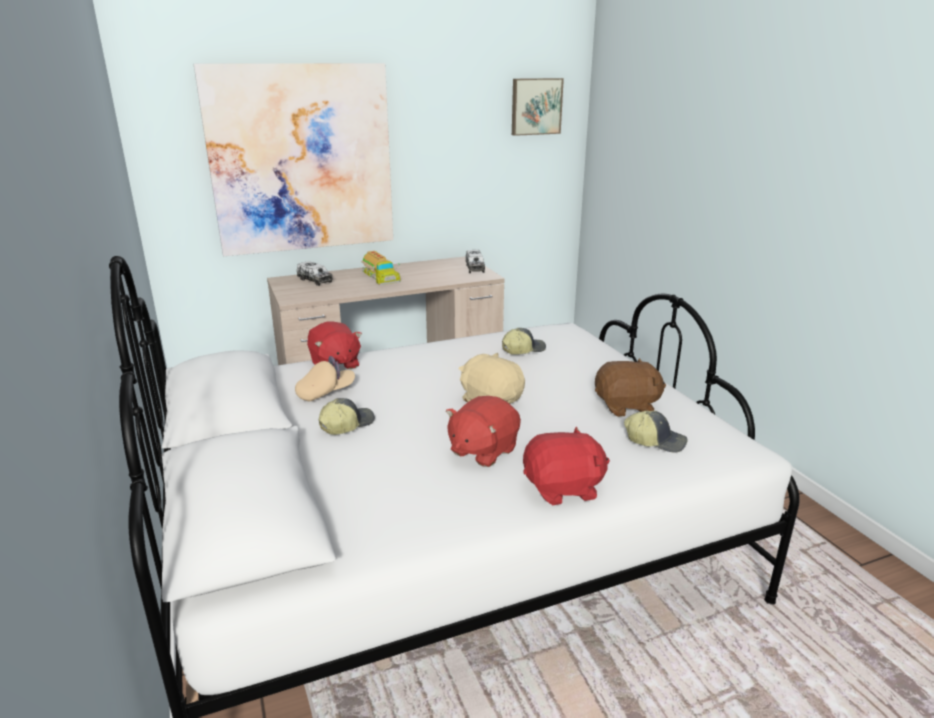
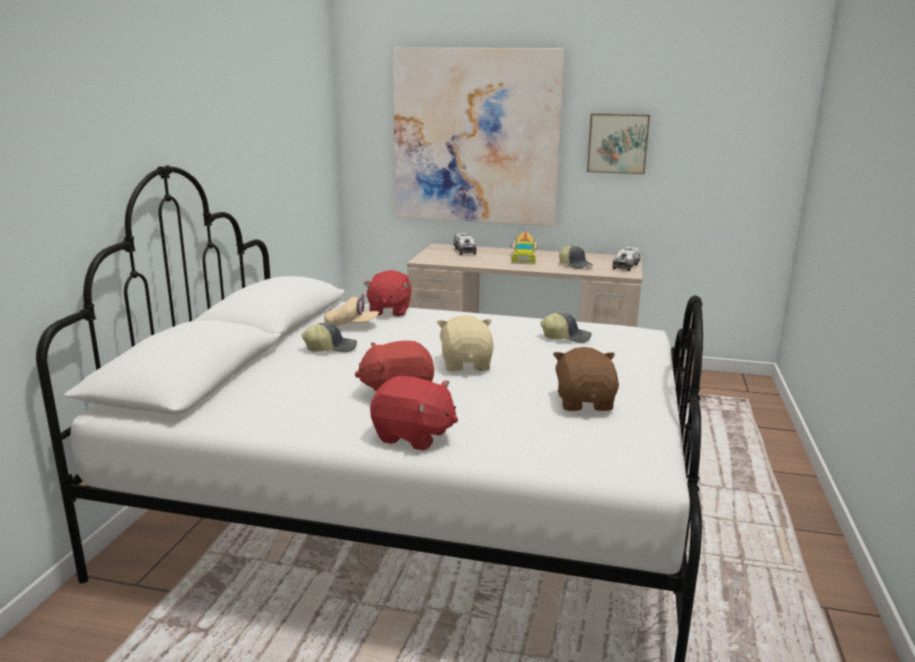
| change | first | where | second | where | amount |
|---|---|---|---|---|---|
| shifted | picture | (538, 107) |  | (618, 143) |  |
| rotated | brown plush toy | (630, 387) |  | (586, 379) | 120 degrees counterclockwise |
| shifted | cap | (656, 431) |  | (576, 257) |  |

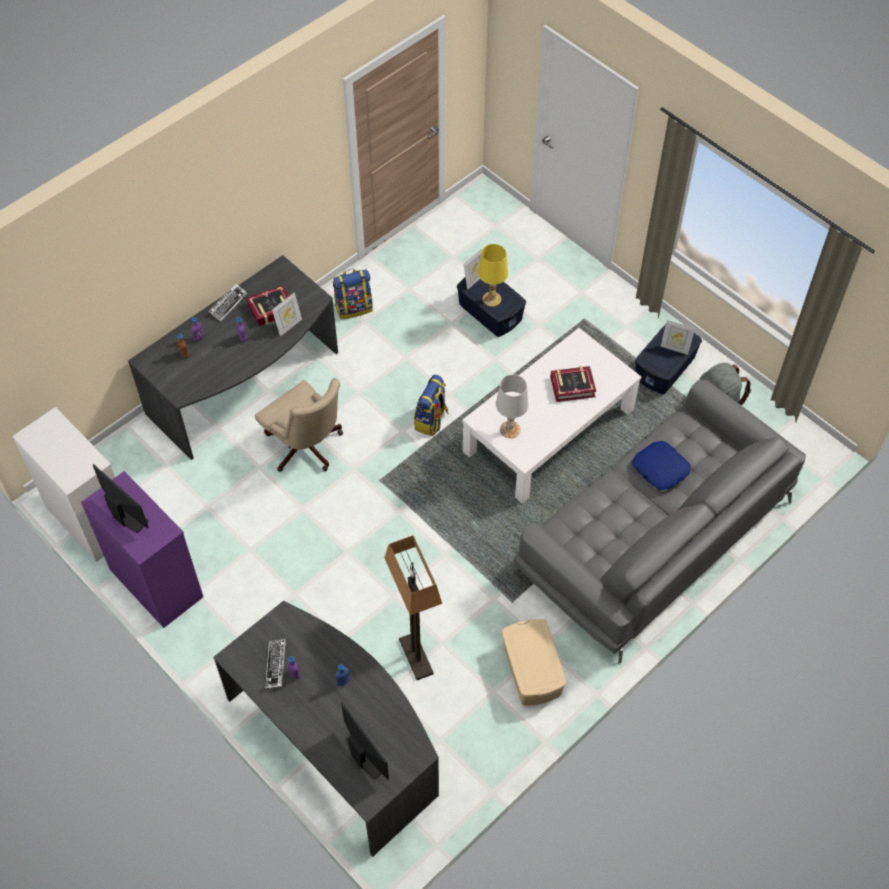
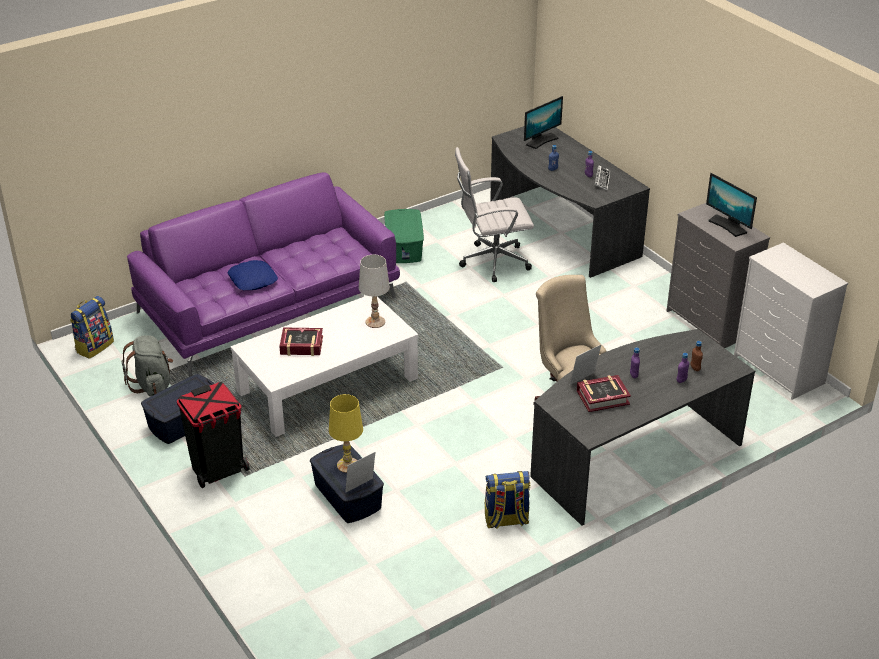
| change | first | where | second | where | amount |
|---|---|---|---|---|---|
| repainted | purple dresser | (142, 549) | grey dresser | (718, 275) |  |
| gone | keyboard | (228, 302) |  |  |  |
| rotated | monitor | (365, 740) |  | (543, 122) | 105 degrees counterclockwise |
| swapped | floor lamp | (413, 607) | white office chair | (494, 214) |  |
| shifted | backpack | (431, 405) |  | (92, 327) |  |
| repainted | beige storage box | (534, 662) | green storage box | (404, 236) |  |
| repainted | grey sofa | (660, 521) | purple sofa | (263, 274) |  |
| gone | picture frame | (677, 337) |  |  |  |
| new |  |  | black trash can | (213, 435) |  |

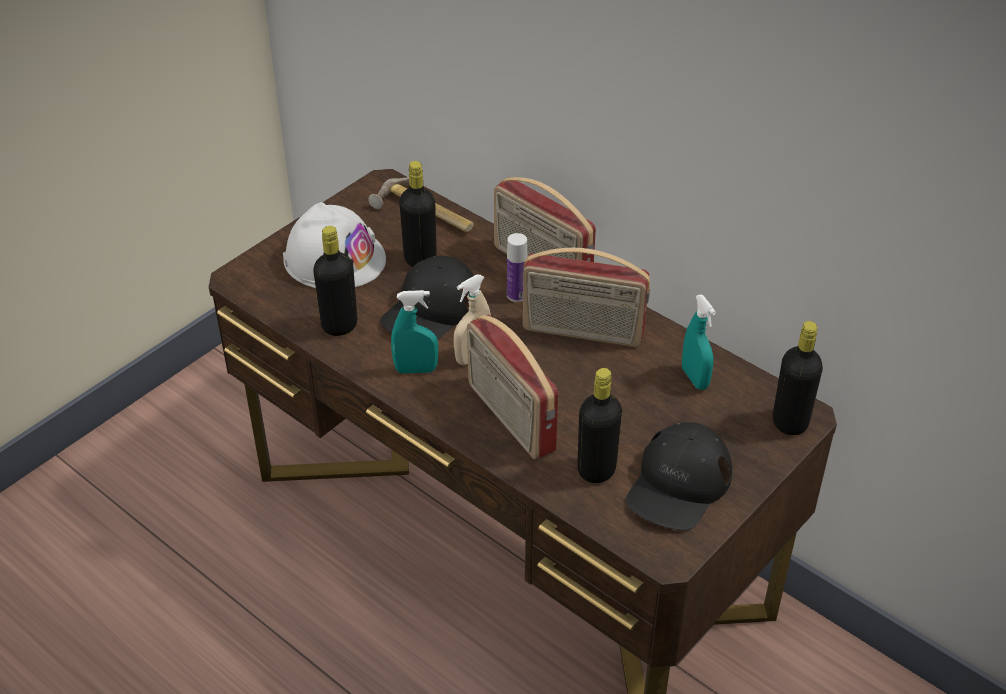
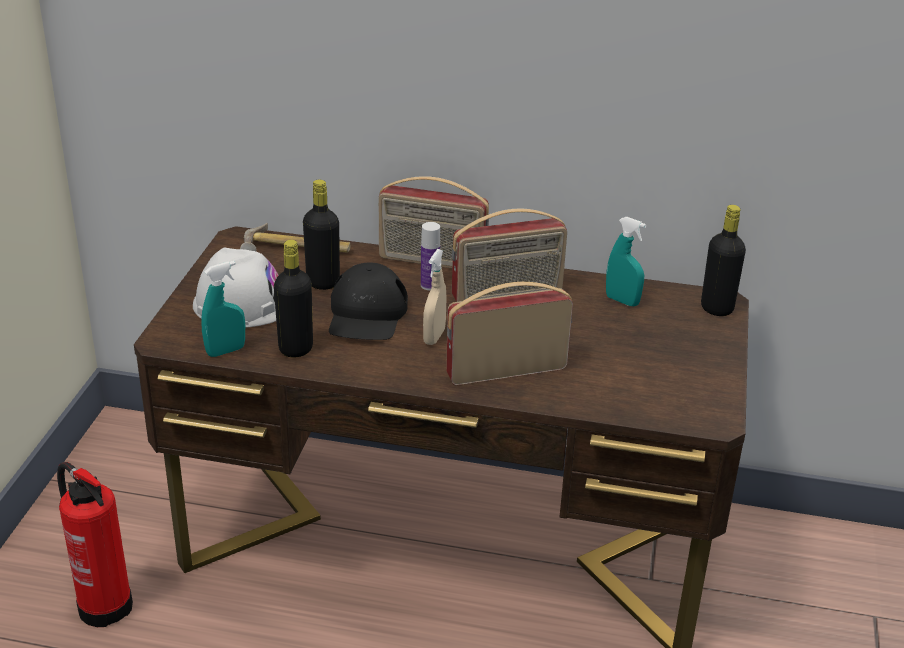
| change | first | where | second | where | amount |
|---|---|---|---|---|---|
| shifted | turquoise spray bottle | (414, 332) |  | (223, 309) |  |
| rotated | radio | (513, 386) |  | (509, 333) | 135 degrees clockwise |
| gone | black bottle | (599, 425) |  |  |  |
| gone | black cap | (678, 476) |  |  |  |
| new |  |  | fire extinguisher | (95, 544) |  |

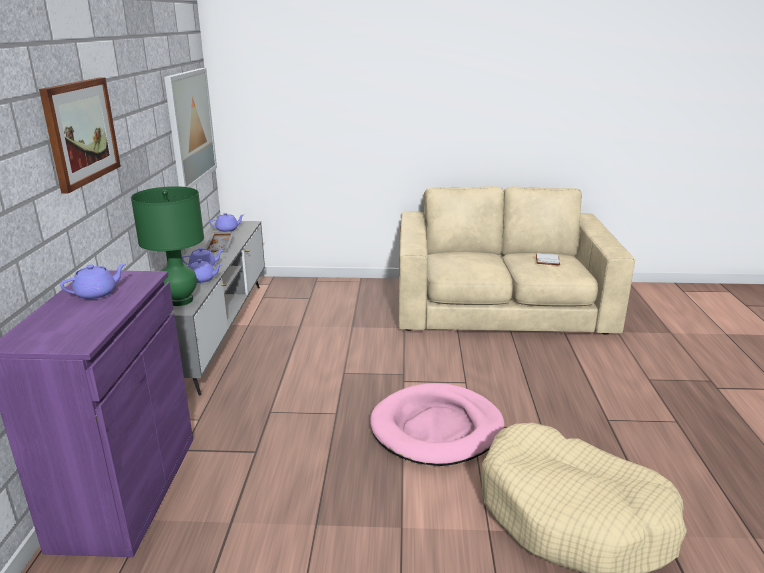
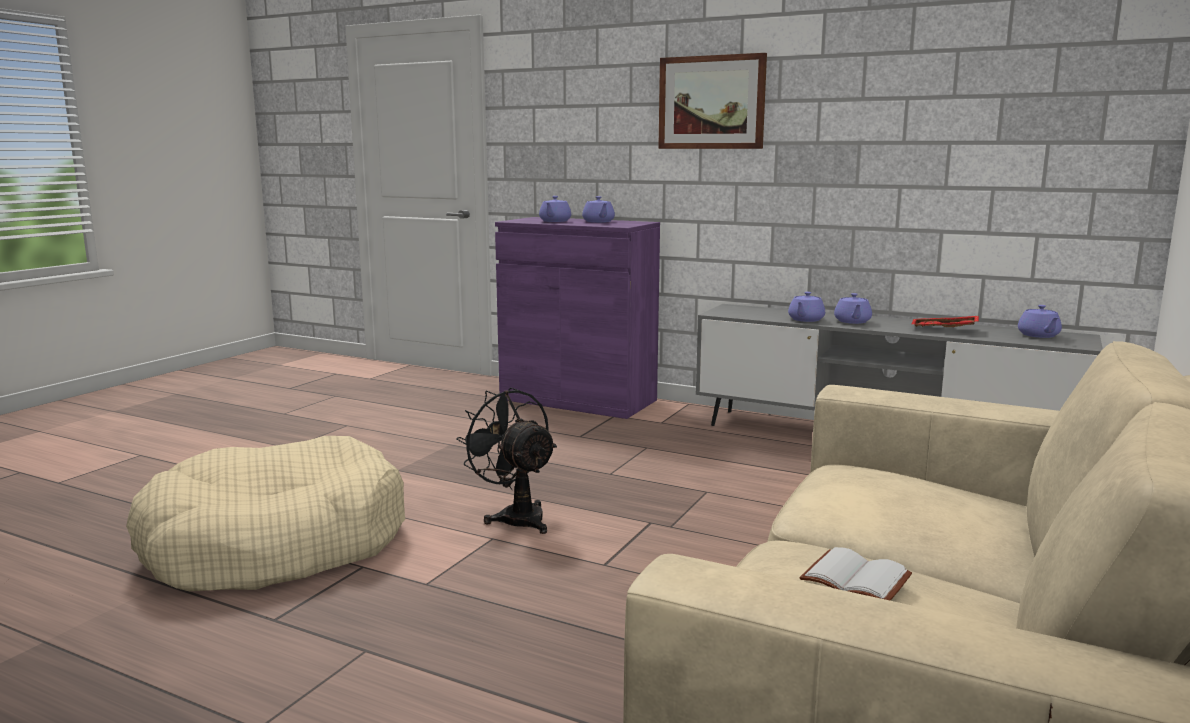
| change | first | where | second | where | amount |
|---|---|---|---|---|---|
| gone | green table lamp | (167, 246) |  |  |  |
| gone | picture | (190, 128) |  |  |  |
| repainted | grey tray | (219, 242) | red tray | (945, 321) |  |
| swapped | pink dog bed | (437, 424) | black fan | (507, 461) |  |
| new |  |  | purple teapot | (555, 209) |  |

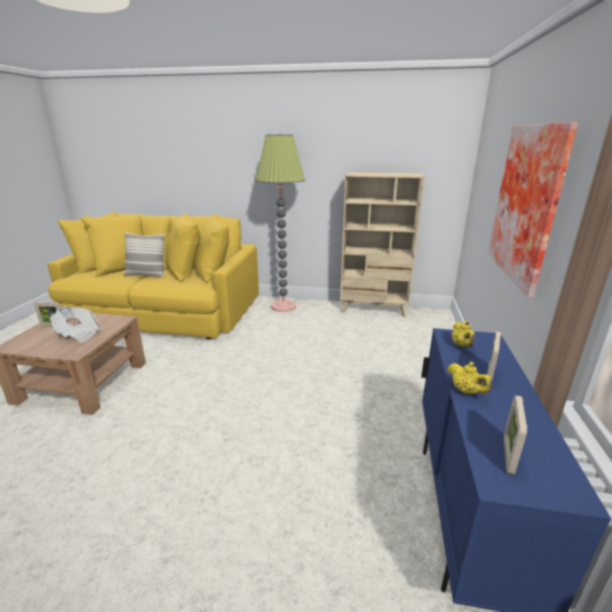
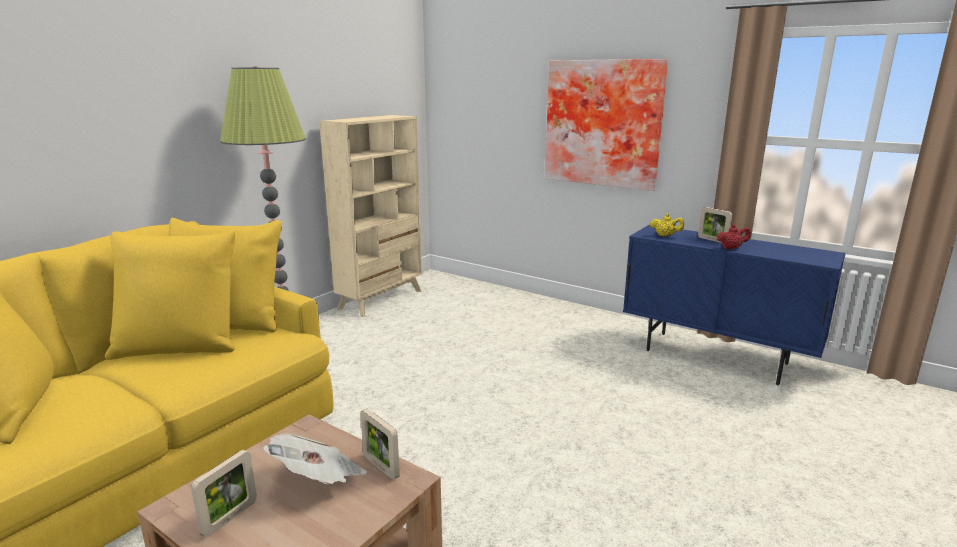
| change | first | where | second | where | amount |
|---|---|---|---|---|---|
| gone | pillow | (144, 255) |  |  |  |
| repainted | yellow teapot | (469, 378) | red teapot | (733, 236) |  |
| shifted | picture frame | (515, 435) |  | (380, 444) |  |

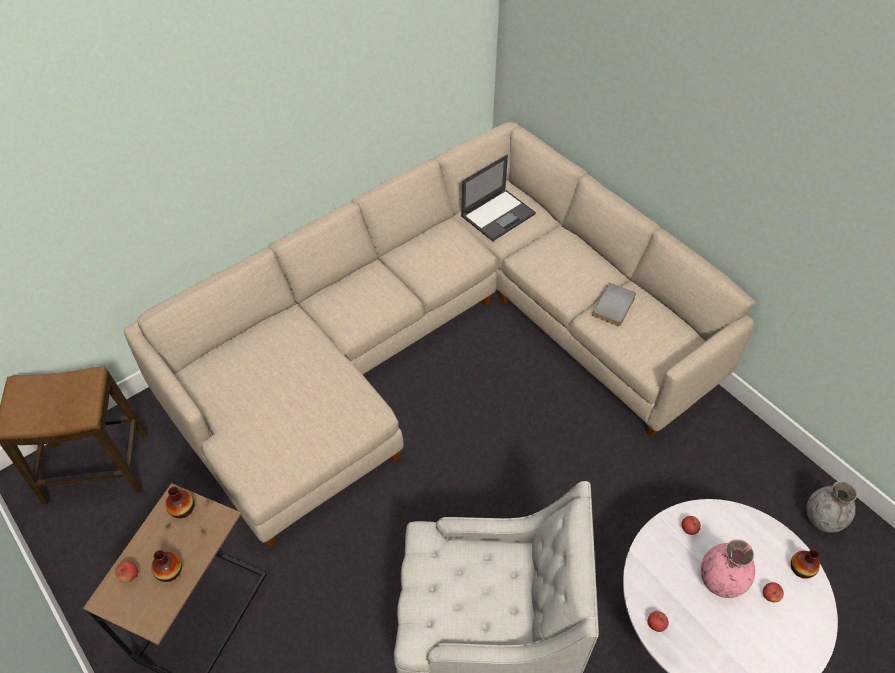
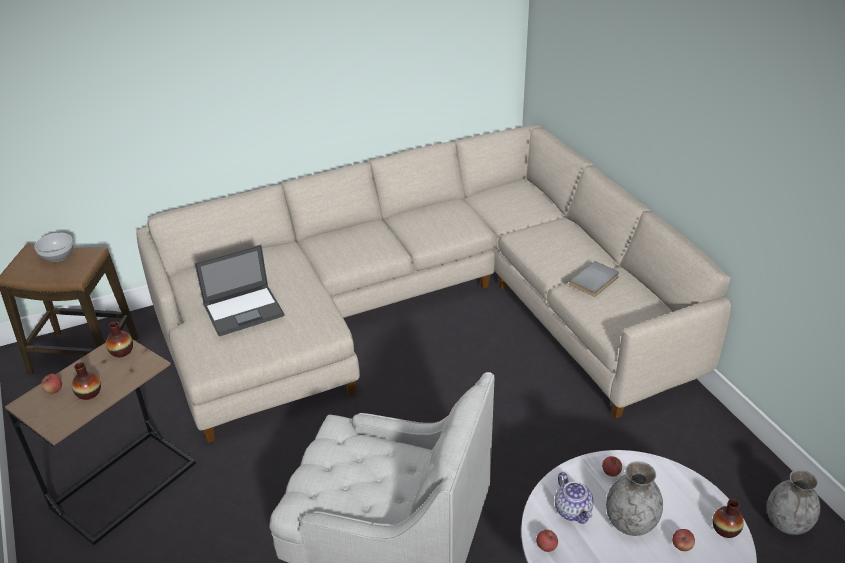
| change | first | where | second | where | amount |
|---|---|---|---|---|---|
| shifted | laptop | (498, 197) |  | (240, 290) |  |
| repainted | pink vase | (728, 568) | grey vase | (634, 498) |  |
| new |  |  | bowl | (53, 247) |  |
| new |  |  | teapot | (574, 498) |  |

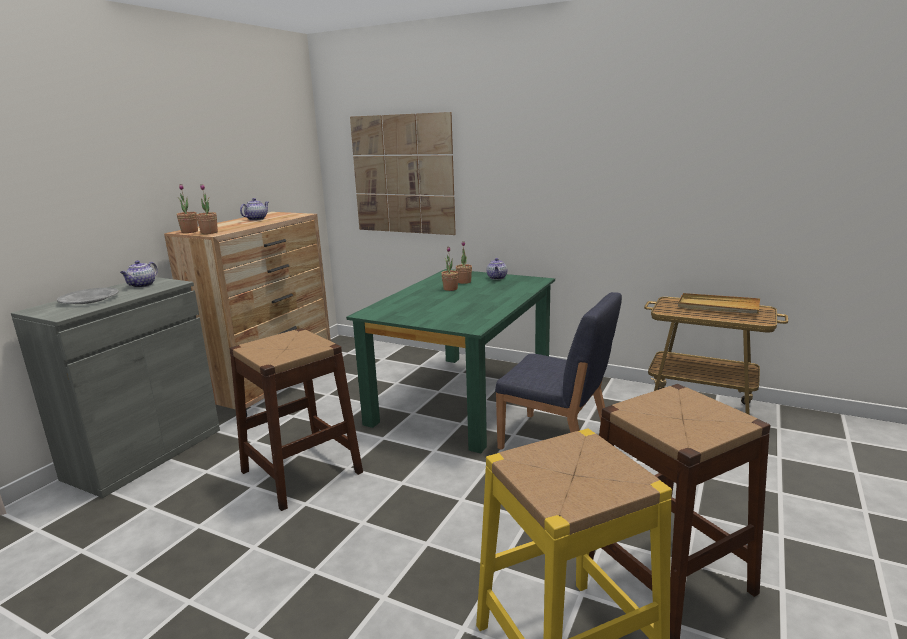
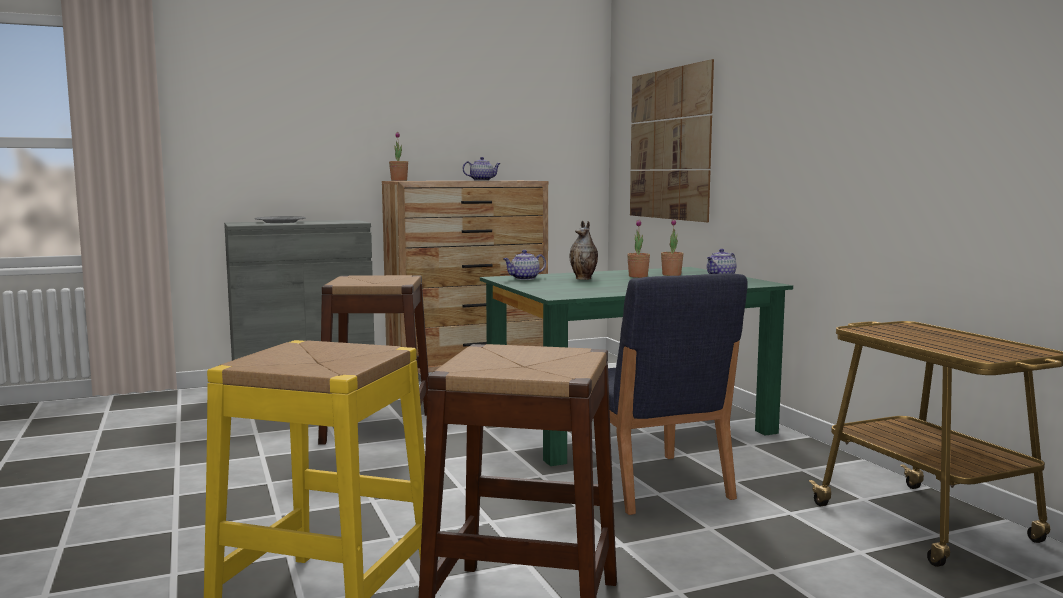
| change | first | where | second | where | amount |
|---|---|---|---|---|---|
| shifted | teapot | (139, 274) |  | (524, 265) |  |
| gone | potted plant | (207, 209) |  |  |  |
| gone | beige tray | (719, 303) |  |  |  |
| new |  |  | vase | (584, 250) |  |

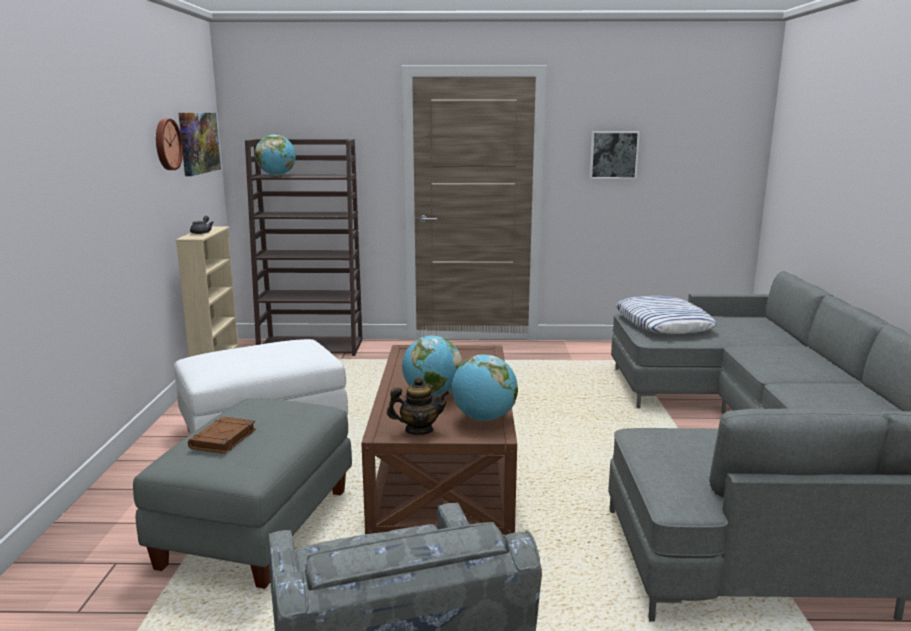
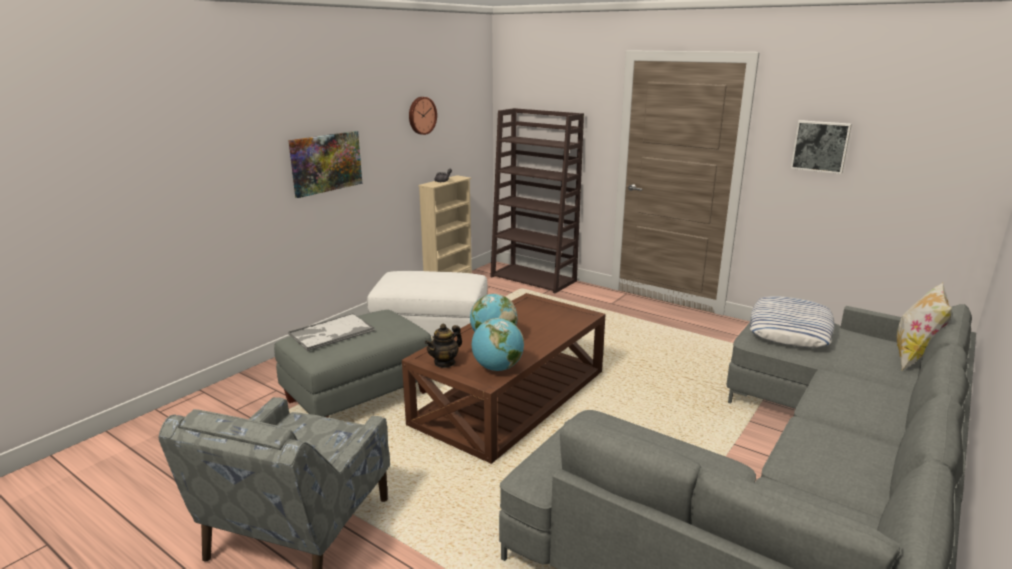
| change | first | where | second | where | amount |
|---|---|---|---|---|---|
| shifted | picture | (200, 144) |  | (325, 164) |  |
| swapped | brown book | (222, 435) | tray | (331, 332) |  |
| gone | globe | (275, 155) |  |  |  |
| rotated | teapot | (418, 406) |  | (443, 346) | 105 degrees clockwise |
| new |  |  | pillow | (924, 327) |  |

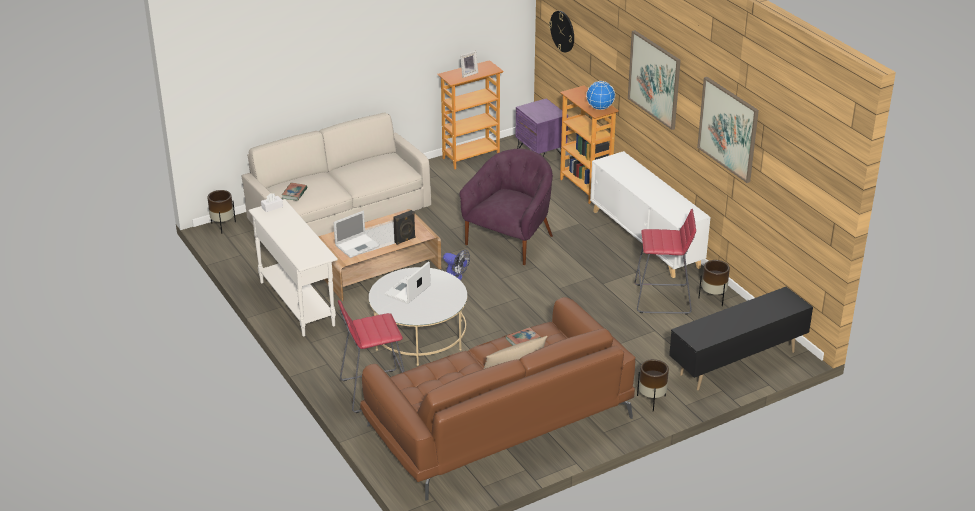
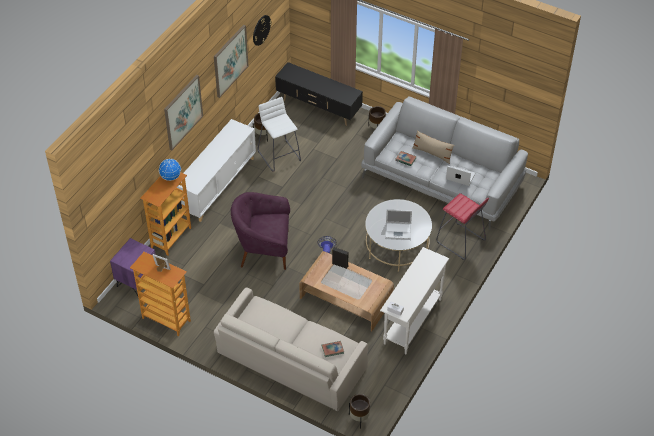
| change | first | where | second | where | amount |
|---|---|---|---|---|---|
| shifted | laptop | (356, 234) |  | (460, 176) |  |
| repainted | brown sofa | (498, 398) | grey sofa | (444, 163) |  |
| shifted | wall clock | (561, 31) |  | (262, 30) |  |
| repainted | red stool | (665, 261) | white stool | (279, 134) |  |

